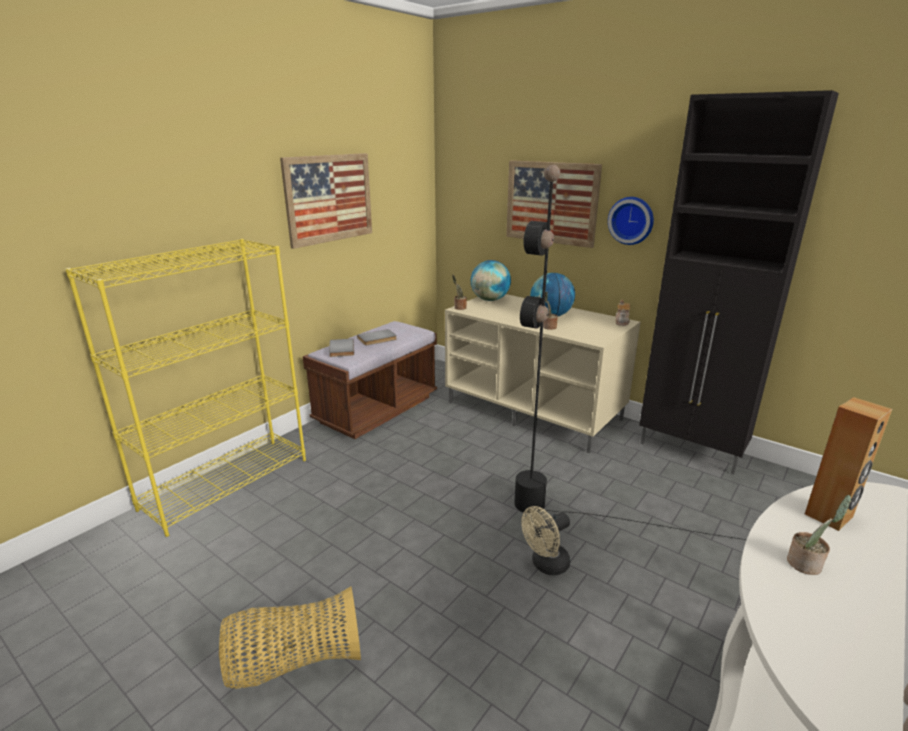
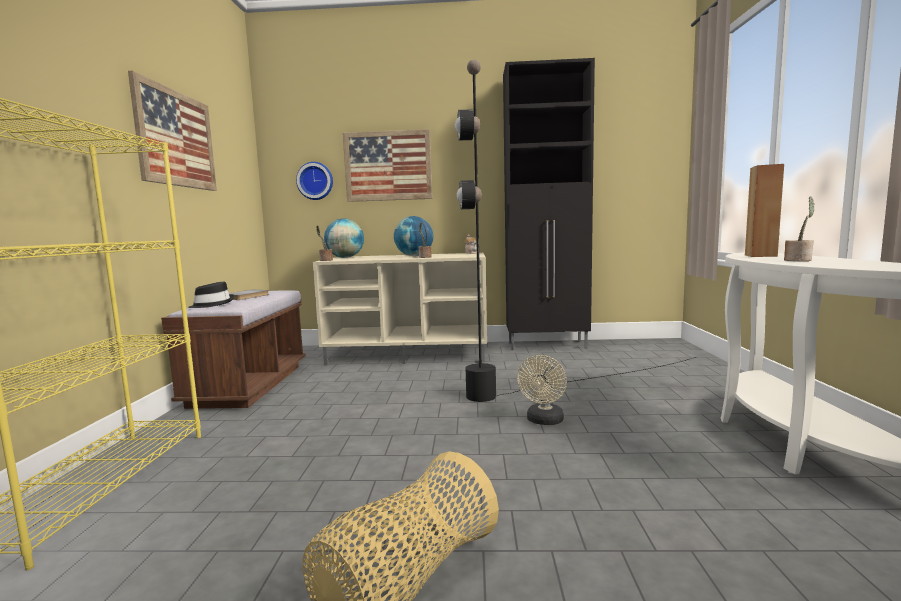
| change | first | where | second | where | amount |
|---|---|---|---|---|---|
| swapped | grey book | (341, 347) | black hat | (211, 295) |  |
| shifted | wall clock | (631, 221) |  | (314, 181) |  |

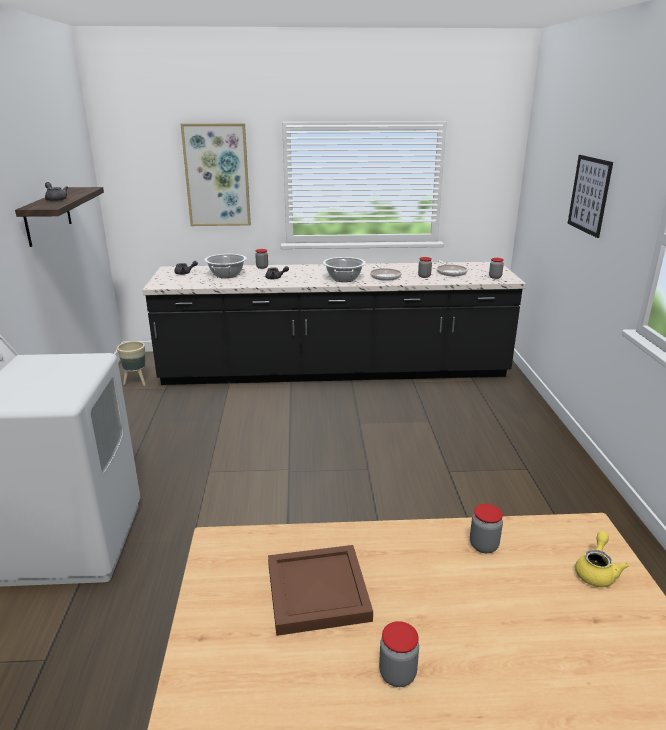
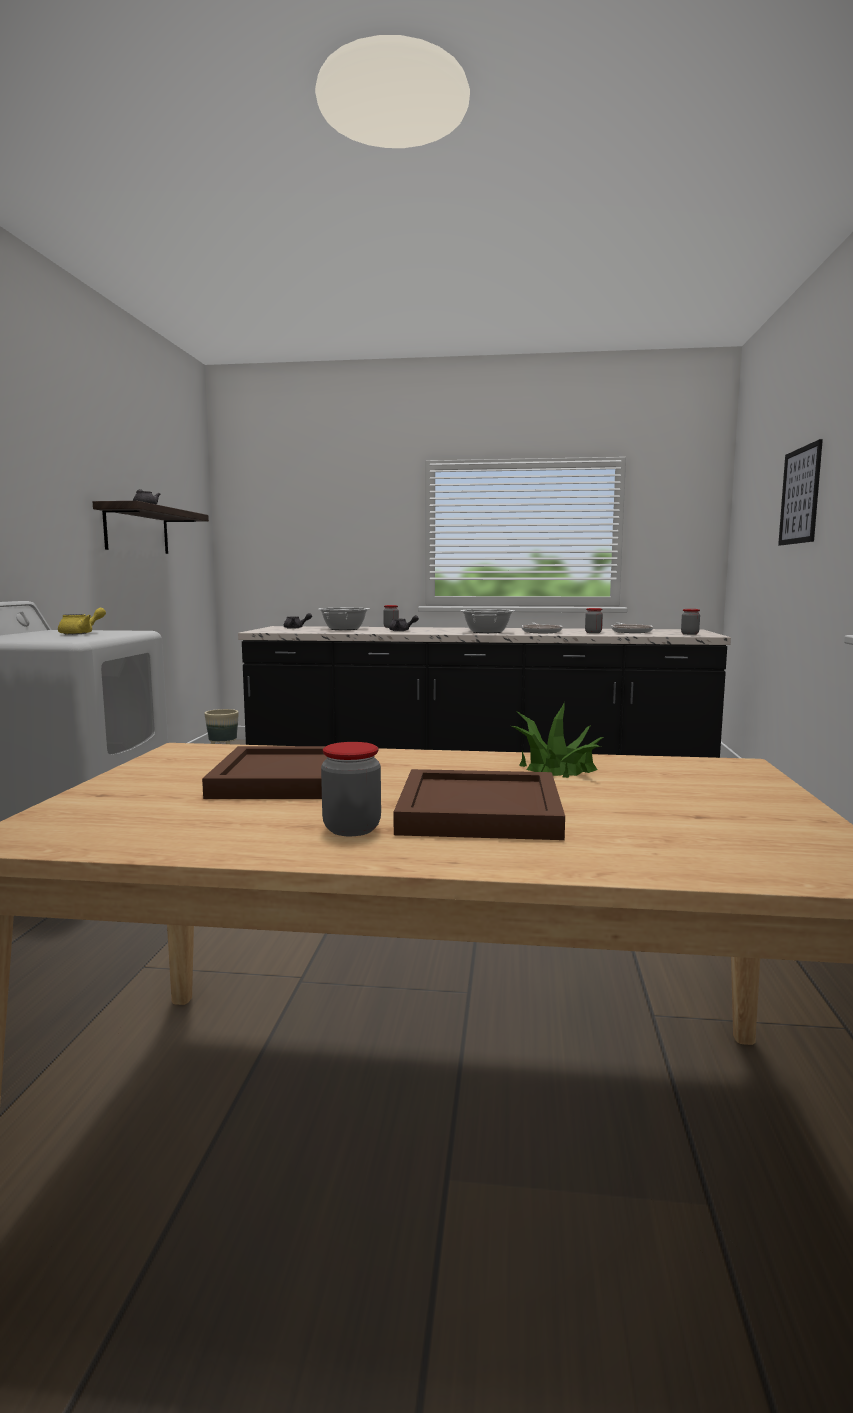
| change | first | where | second | where | amount |
|---|---|---|---|---|---|
| gone | picture | (216, 174) |  |  |  |
| swapped | jar | (486, 528) | potted plant | (557, 740) |  |
| shifted | yellow teapot | (602, 559) |  | (82, 621) |  |
| new |  |  | brown tray | (479, 804) |  |

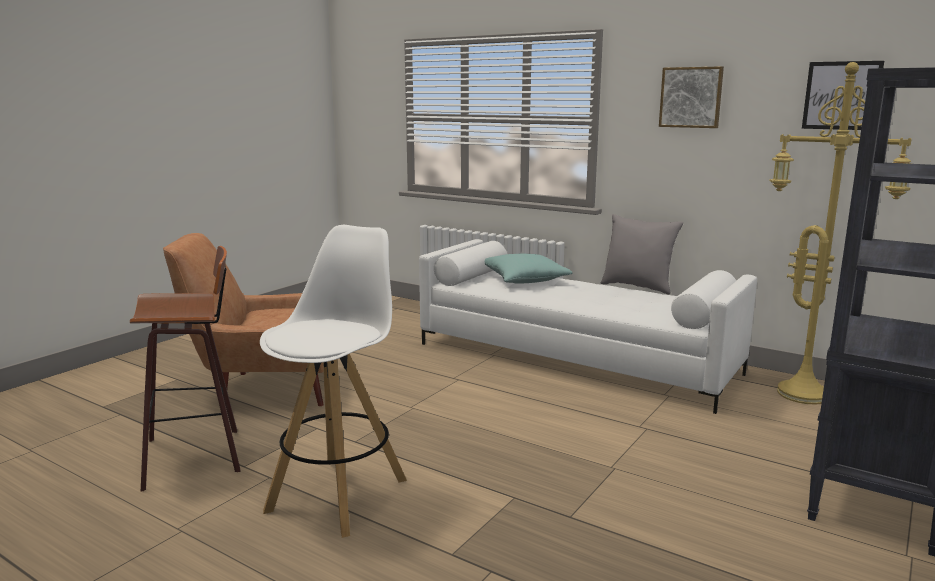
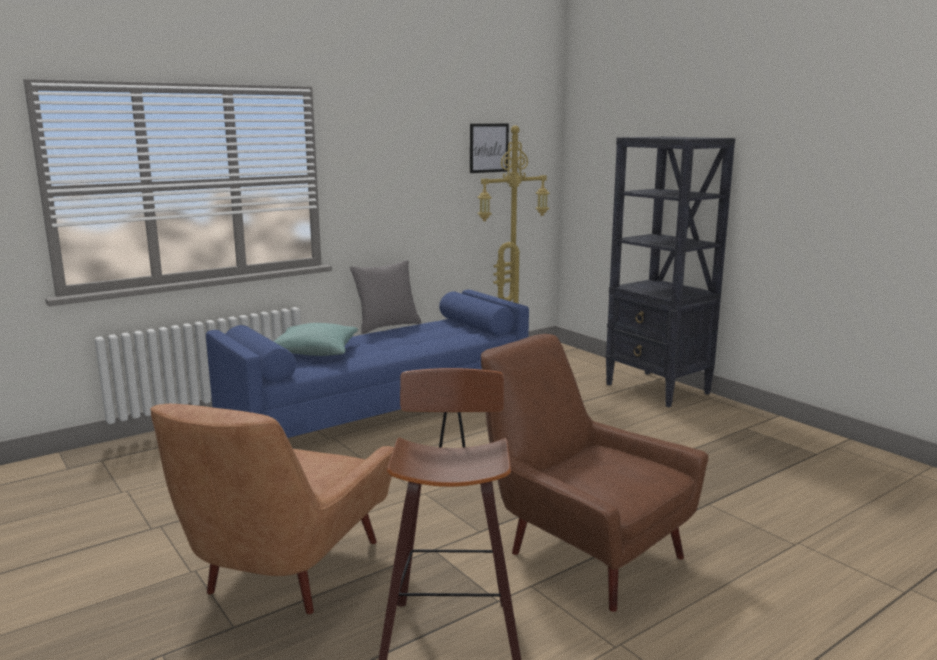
| change | first | where | second | where | amount |
|---|---|---|---|---|---|
| swapped | white stool | (333, 381) | brown armchair | (594, 473) |  |
| repainted | white sofa | (588, 326) | blue sofa | (367, 364) |  |
| gone | picture | (691, 97) |  |  |  |

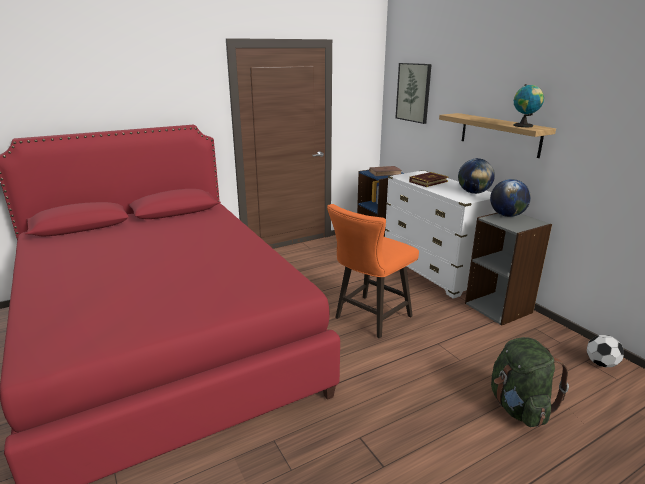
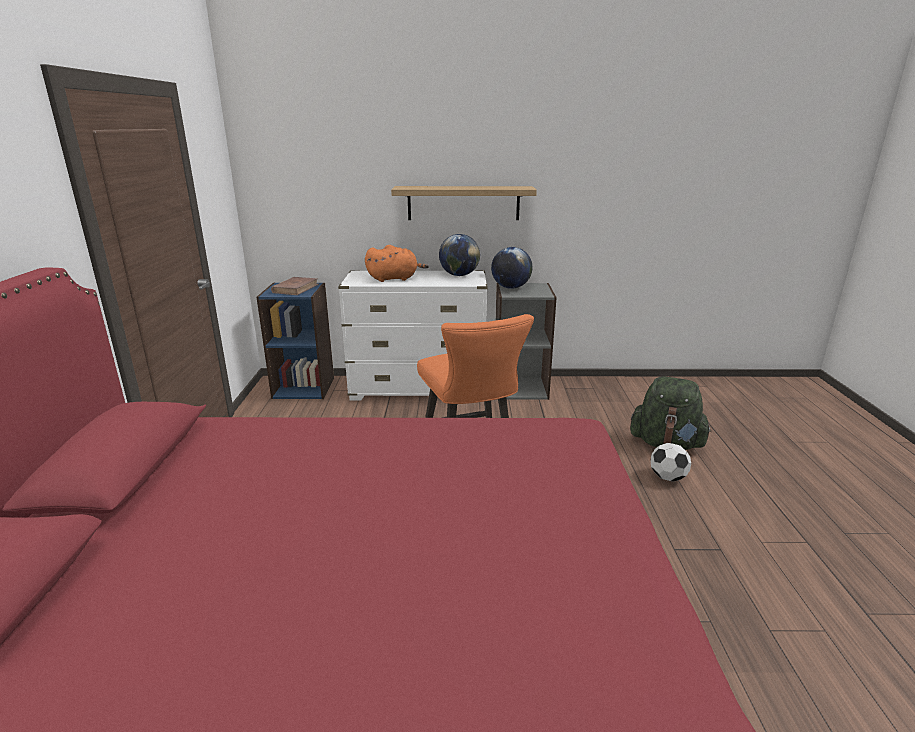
| change | first | where | second | where | amount |
|---|---|---|---|---|---|
| gone | picture | (414, 93) |  |  |  |
| swapped | book | (429, 179) | orange plush toy | (397, 263) |  |
| gone | globe | (528, 105) |  |  |  |
| shifted | football | (605, 351) |  | (670, 462) |  |

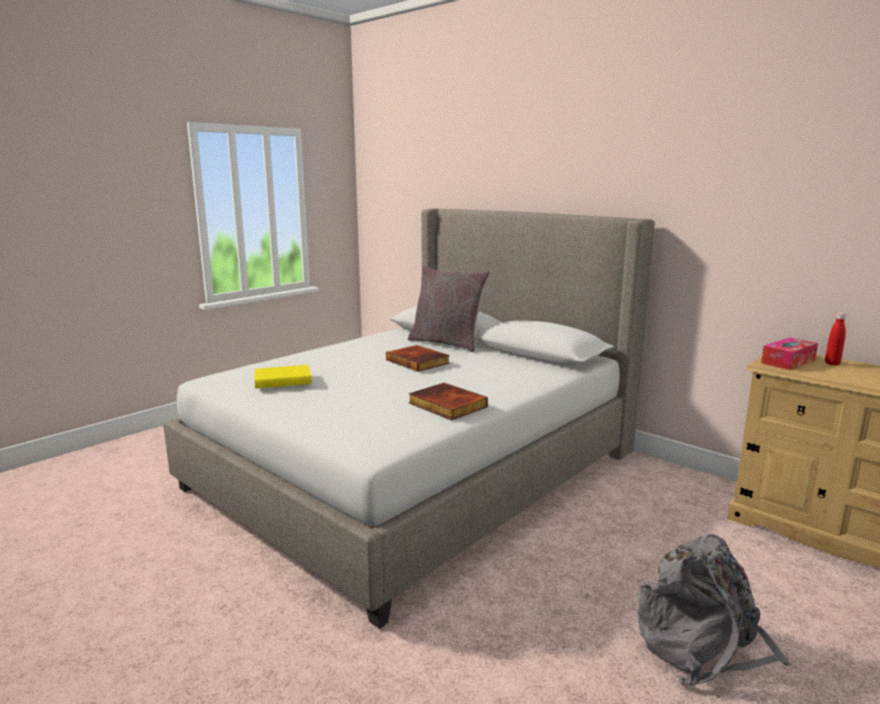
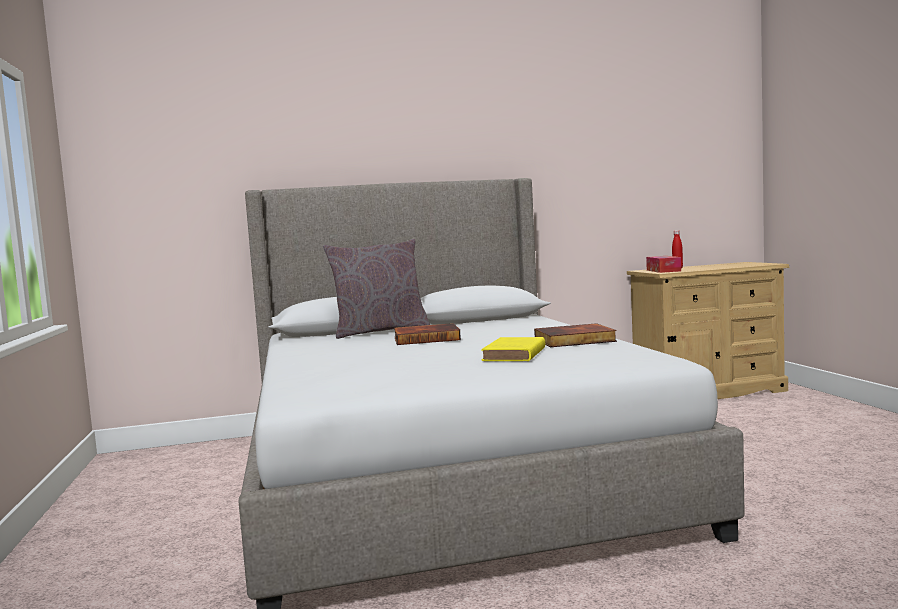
| change | first | where | second | where | amount |
|---|---|---|---|---|---|
| shifted | yellow book | (283, 377) |  | (513, 349) |  |
| gone | grey backpack | (715, 610) |  |  |  |

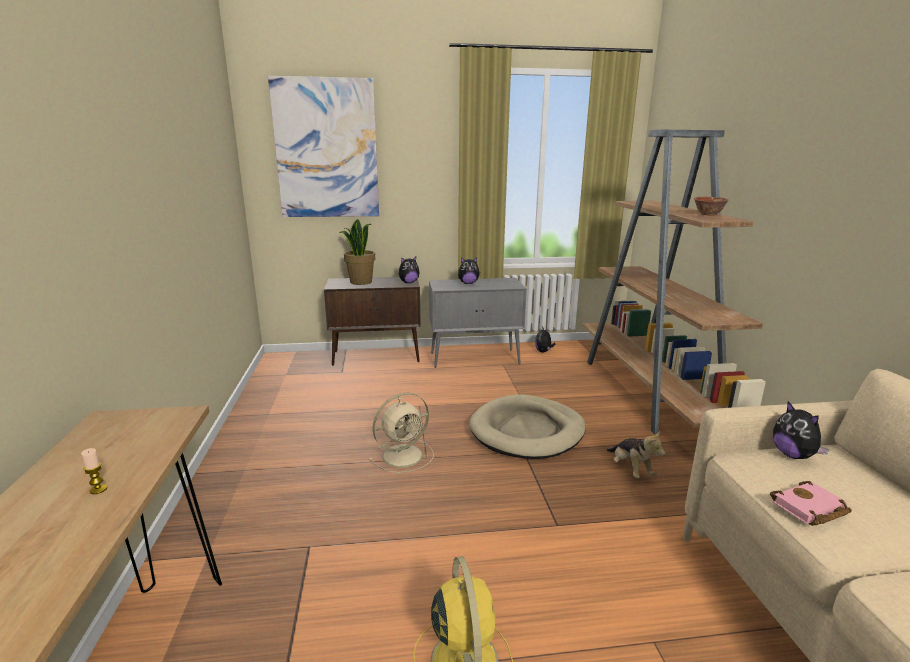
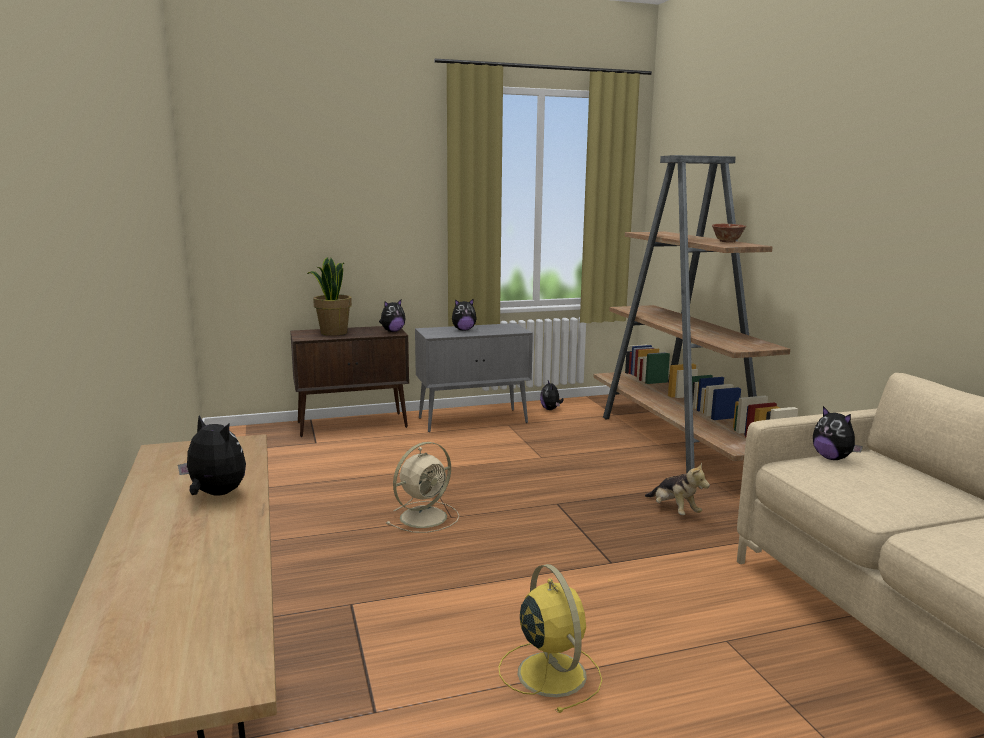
| change | first | where | second | where | amount |
|---|---|---|---|---|---|
| swapped | candle | (94, 471) | plush toy | (212, 455) |  |
| gone | picture | (323, 146) |  |  |  |
| gone | beige dog bed | (527, 426) |  |  |  |
| gone | pink book | (811, 503) |  |  |  |

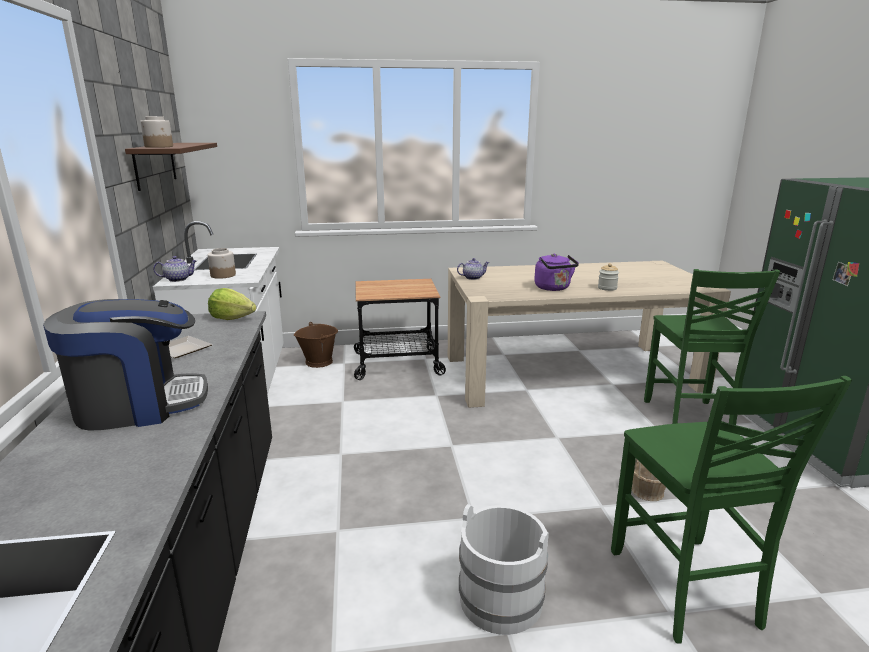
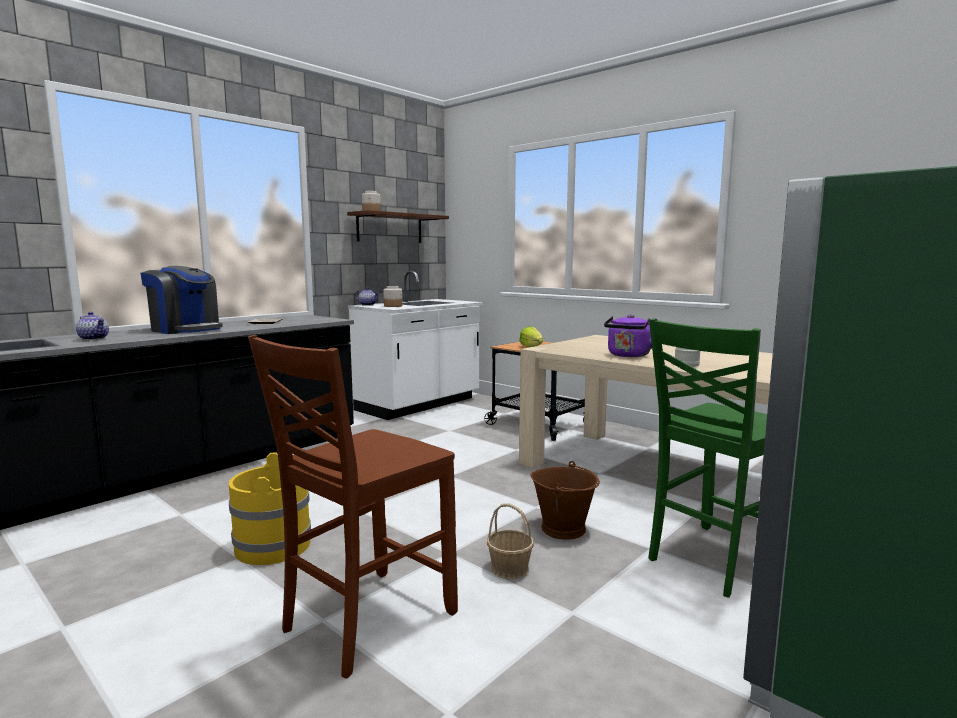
| change | first | where | second | where | amount |
|---|---|---|---|---|---|
| shifted | lettuce | (232, 304) |  | (531, 336) |  |
| shifted | brown bucket | (316, 345) |  | (565, 500) |  |
| shifted | teapot | (473, 269) |  | (92, 326) |  |
| repainted | white bucket | (504, 569) | yellow bucket | (270, 508) |  |
| repainted | green chair | (731, 510) | brown chair | (353, 506) |  |

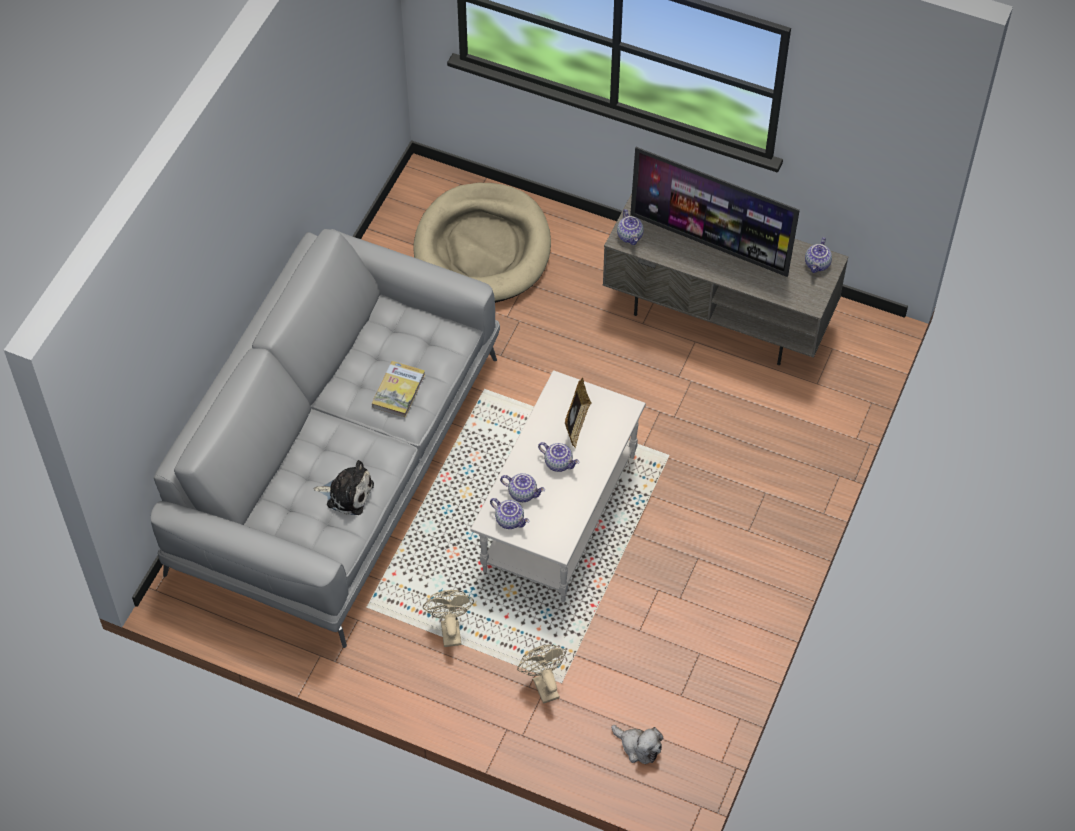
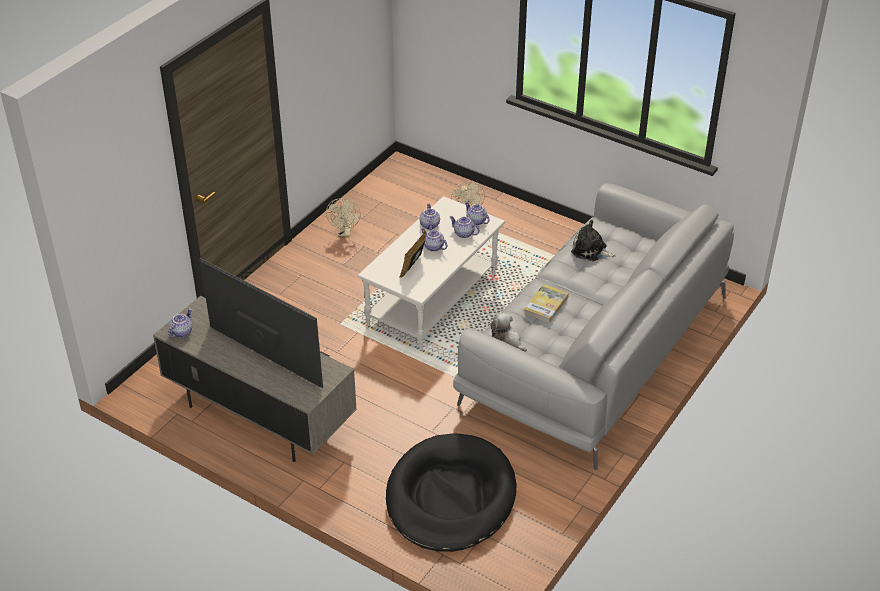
| change | first | where | second | where | amount |
|---|---|---|---|---|---|
| repainted | beige dog bed | (482, 243) | black dog bed | (451, 493) |  |
| shifted | beige fan | (448, 618) |  | (343, 217) |  |
| shifted | plush toy | (637, 744) |  | (508, 332) |  |
| shifted | teapot | (630, 227) |  | (430, 217) |  |

